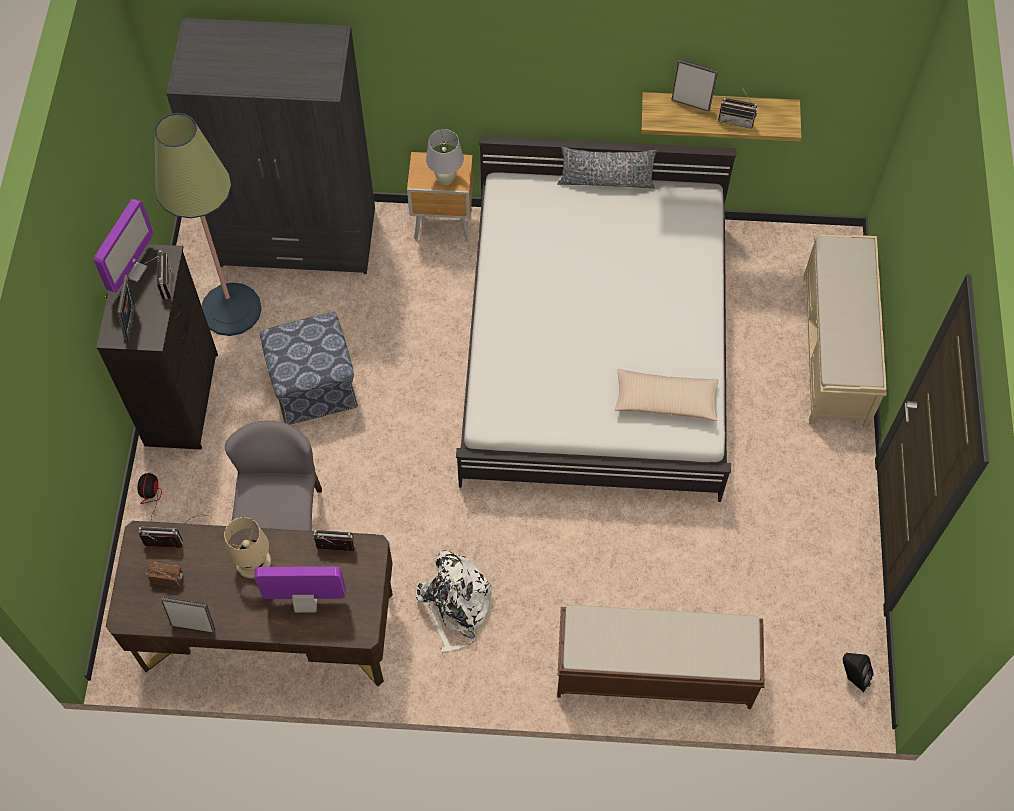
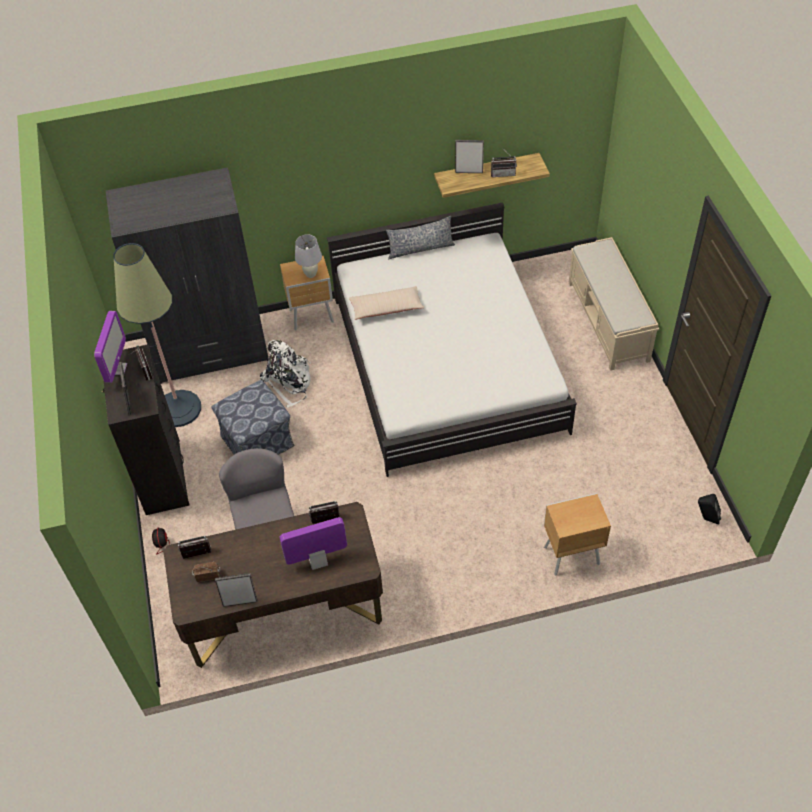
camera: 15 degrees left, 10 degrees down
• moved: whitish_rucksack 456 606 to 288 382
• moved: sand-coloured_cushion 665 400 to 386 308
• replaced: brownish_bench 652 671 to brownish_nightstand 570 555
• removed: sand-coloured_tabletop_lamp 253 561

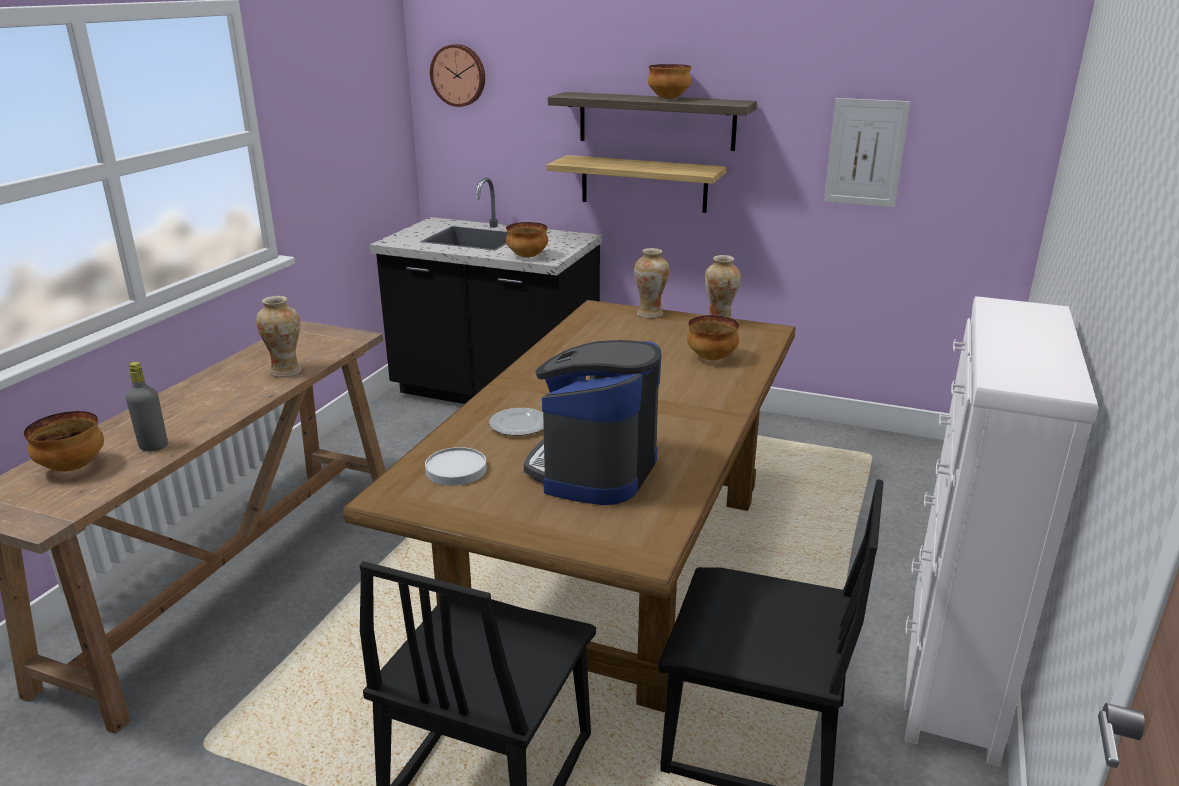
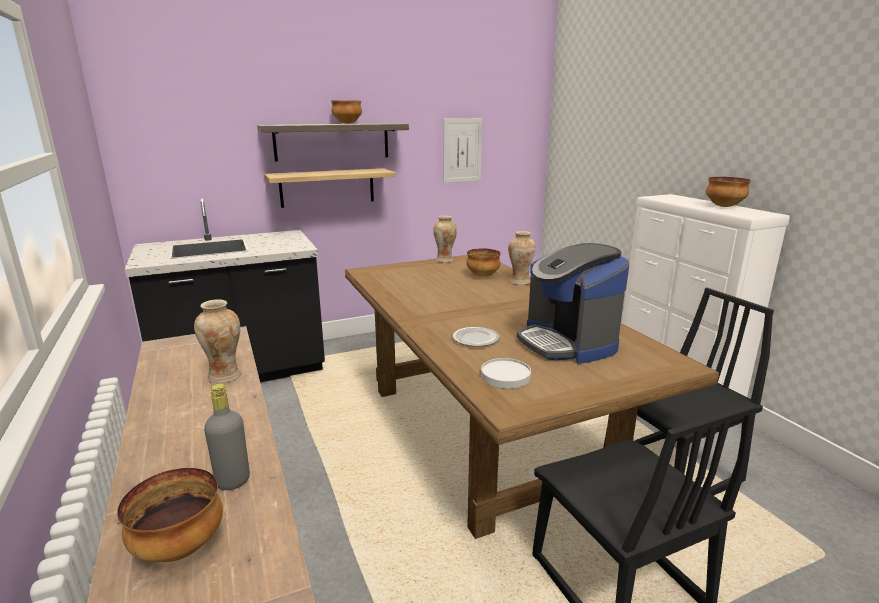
camera: 45 degrees left, 5 degrees down
• moved: vase 650 314 to 520 282
• moved: serving_bowl 528 256 to 723 206
• removed: wall_clock 459 75

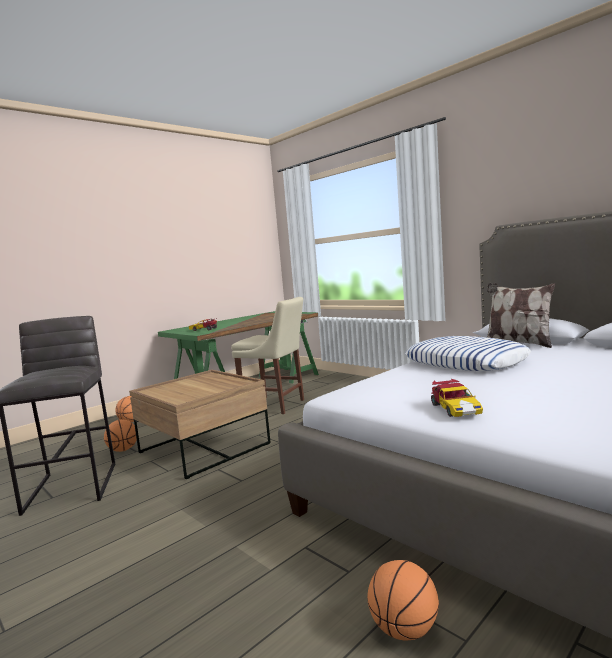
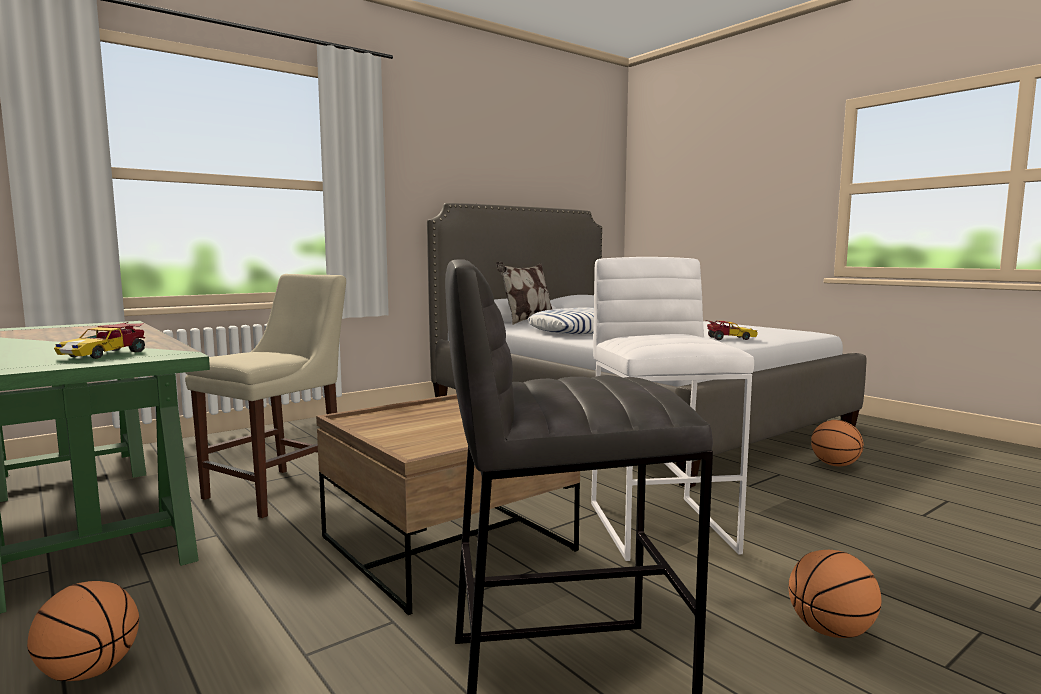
camera: 85 degrees left, 0 degrees up
• added: whitish_stool 661 525
• moved: basketball_ball 123 450 to 830 631

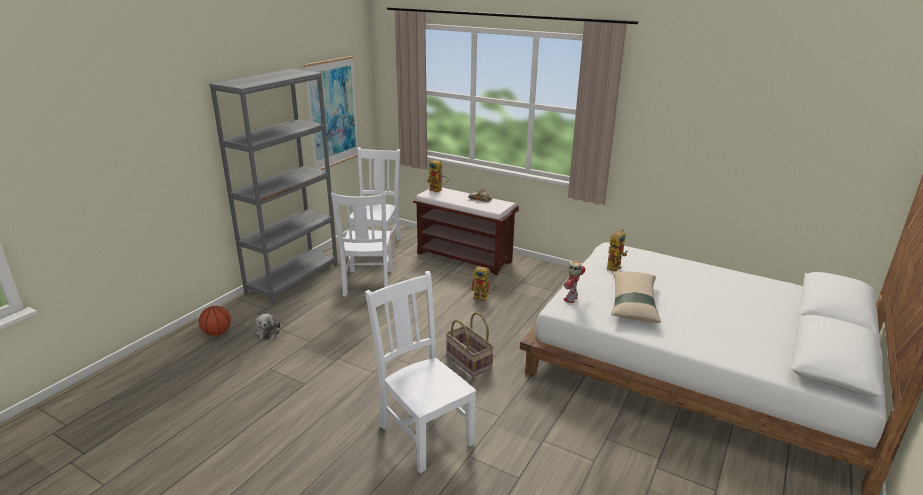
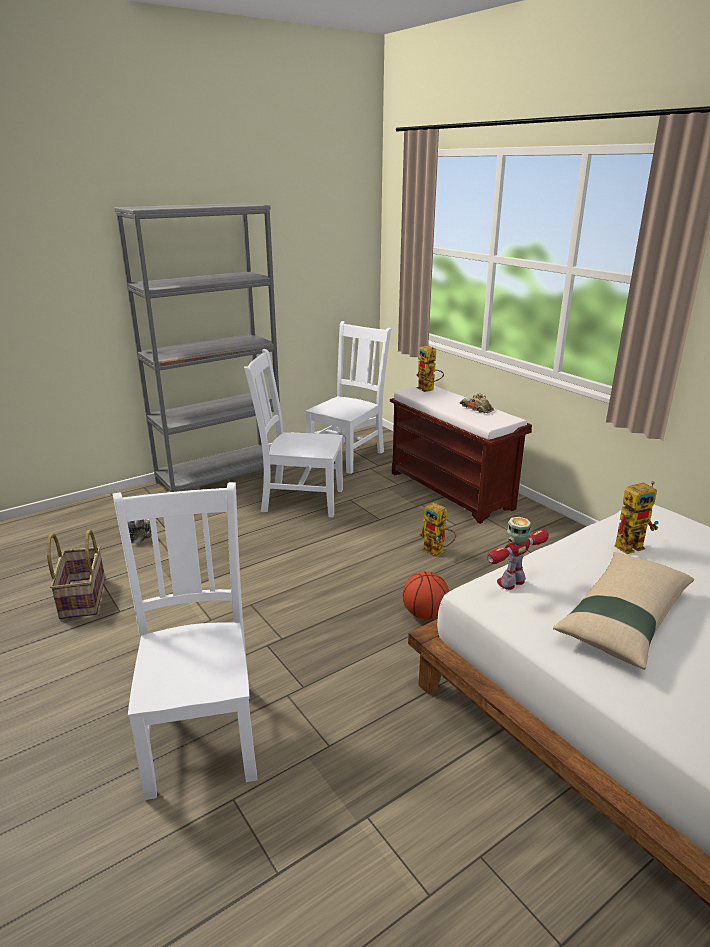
camera: 25 degrees right, 0 degrees up
• moved: household_basket 468 362 to 82 598
• turned: whitish_upright_chair 368 284 = 299 500 75 degrees clockwise
• moved: basketball_ball 217 333 to 424 614
• removed: wall_picture 332 113

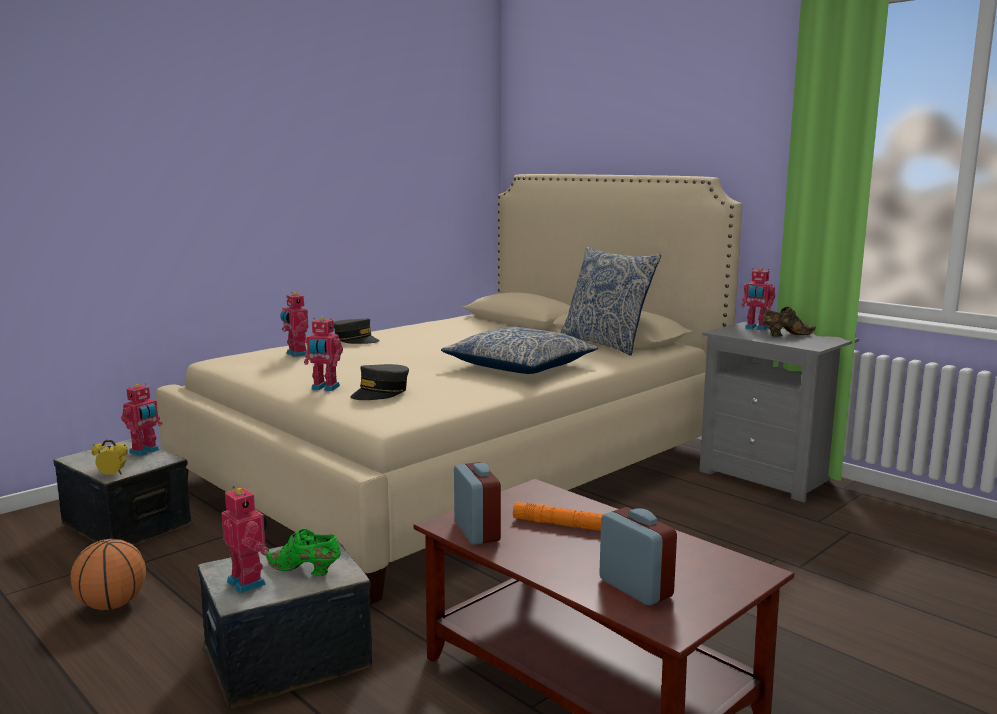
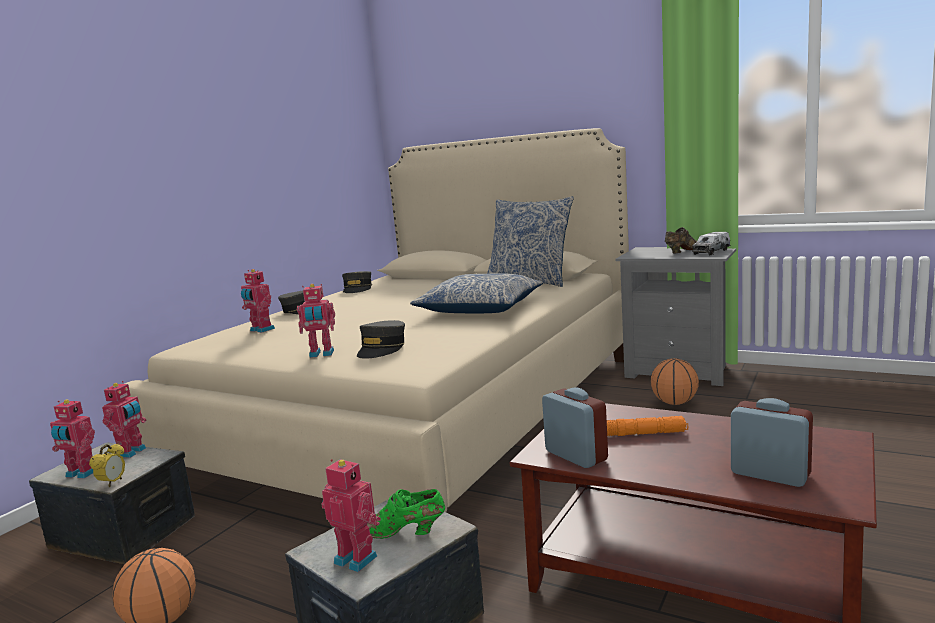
camera: 15 degrees left, 0 degrees up
• moved: toy_robot 755 328 to 81 474
• turned: bedside_clock 112 475 = 113 483 120 degrees clockwise
• added: greyish_baseball_cap 357 289
• added: basketball_ball 674 403
• added: toy_truck 711 251

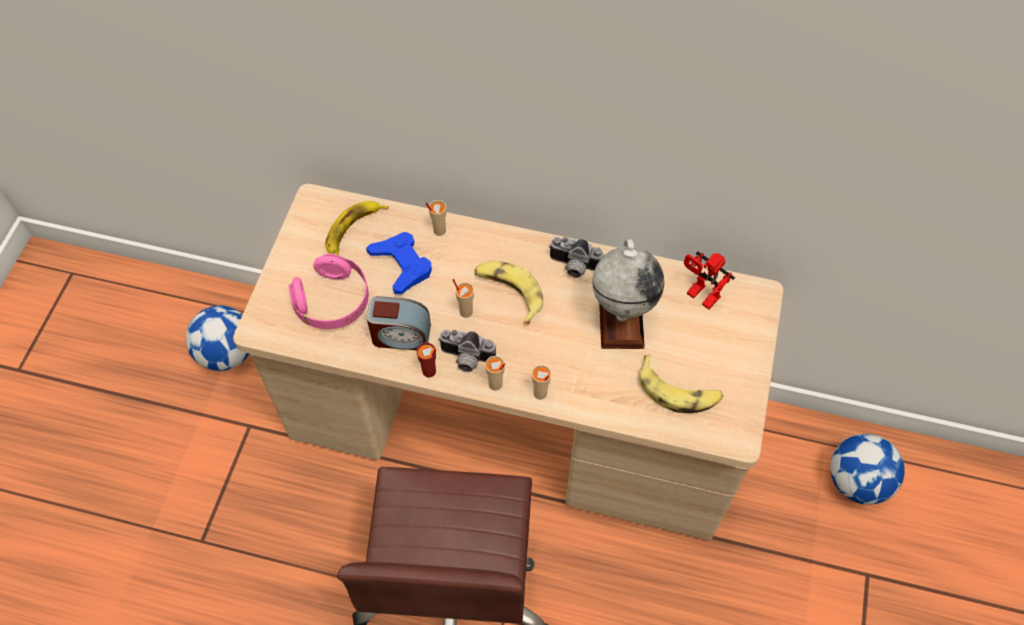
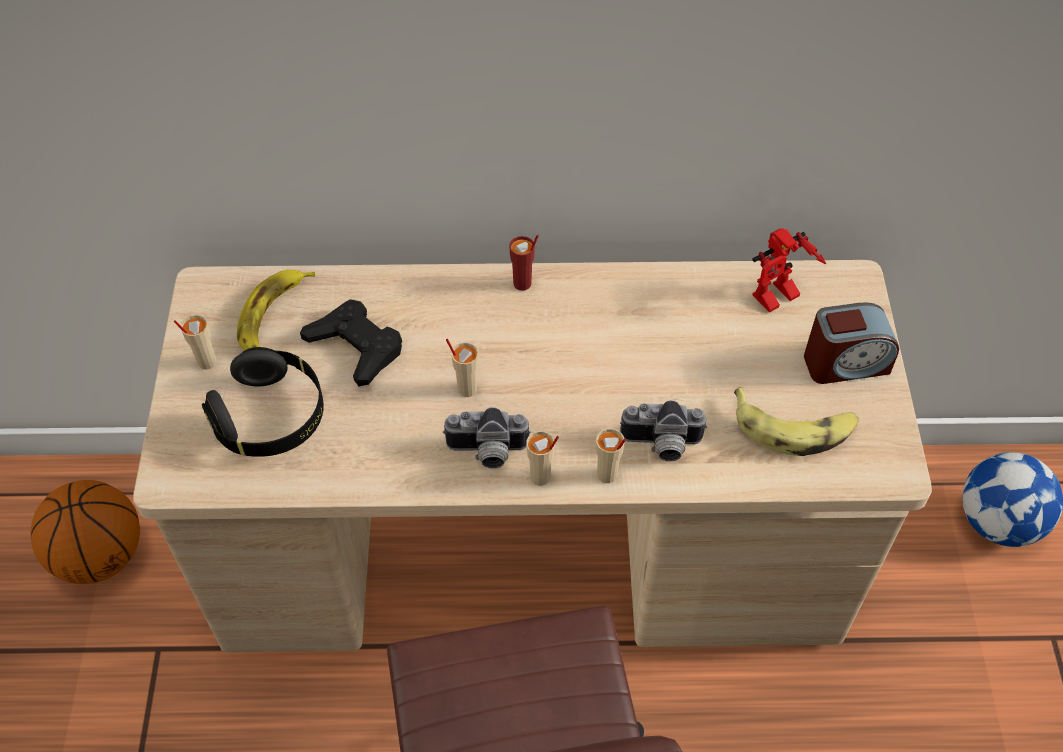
camera: 15 degrees left, 5 degrees down
• replaced: football_ball 227 353 to basketball_ball 101 555
• moved: sand-coloured_drinking_cup 439 230 to 206 362
• recoloured: pink-coloured_headset 333 302 to black-coloured_headset 271 418
• recoloured: blue_game_controller 402 265 to black-coloured_game_controller 356 346
• moved: reddish_drinking_cup 429 372 to 522 284
• moved: photo_camera 573 267 to 661 445
• turned: toy_robot 699 296 = 777 300 60 degrees counterclockwise
• moved: bedside_clock 401 336 to 845 363
• removed: banana_fruit 509 292
• removed: globe 621 321

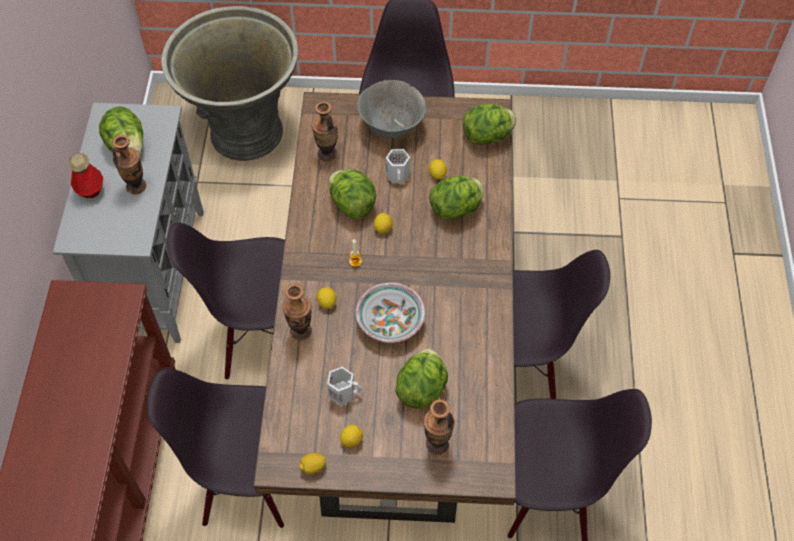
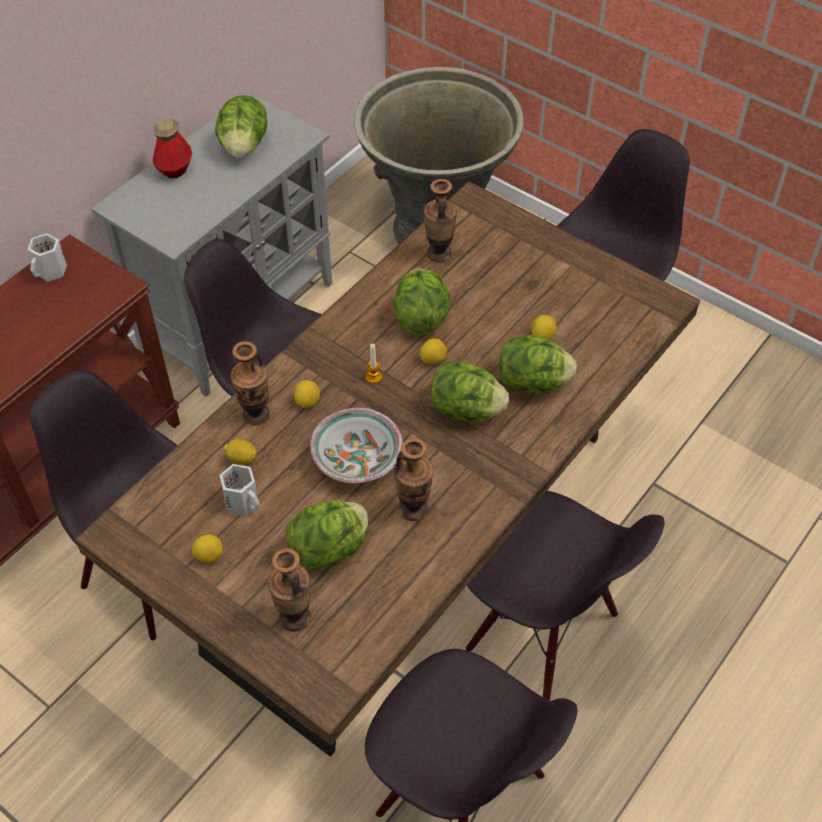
camera: 35 degrees right, 5 degrees down
• moved: whitish_mug 398 175 to 51 271
• moved: citrus_fruit 313 467 to 242 459
• moved: vase 136 186 to 413 509
• moved: lettuce_head 488 136 to 466 410
• removed: greyish_serving_bowl 391 127

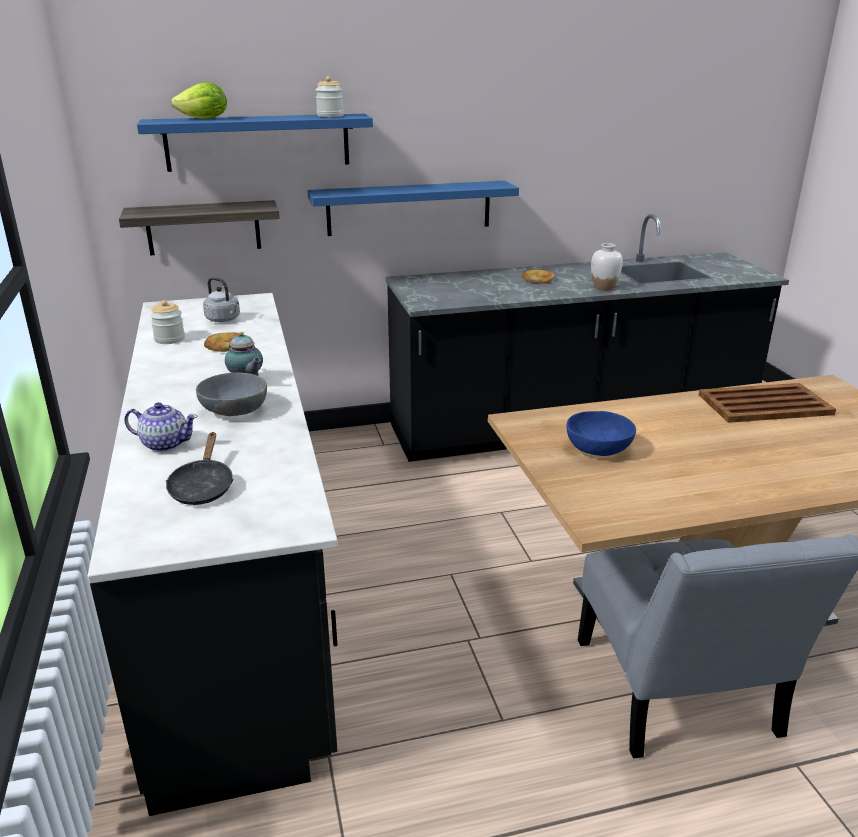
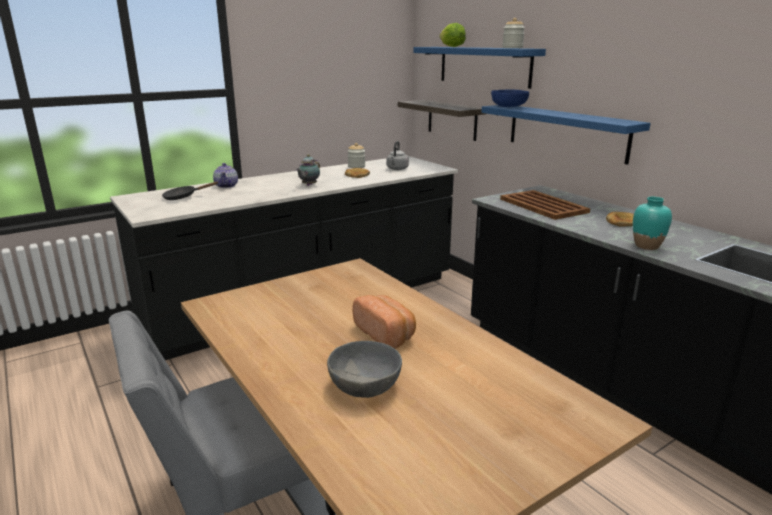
camera: 70 degrees right, 5 degrees down
• moved: greyish_serving_bowl 235 410 to 365 385
• added: bread 386 334
• moved: blue_serving_bowl 599 449 to 508 106
• moved: brownish_serving_tray 763 404 to 542 205
• recoloured: whitish_vase 604 288 to turquoise_vase 646 246

